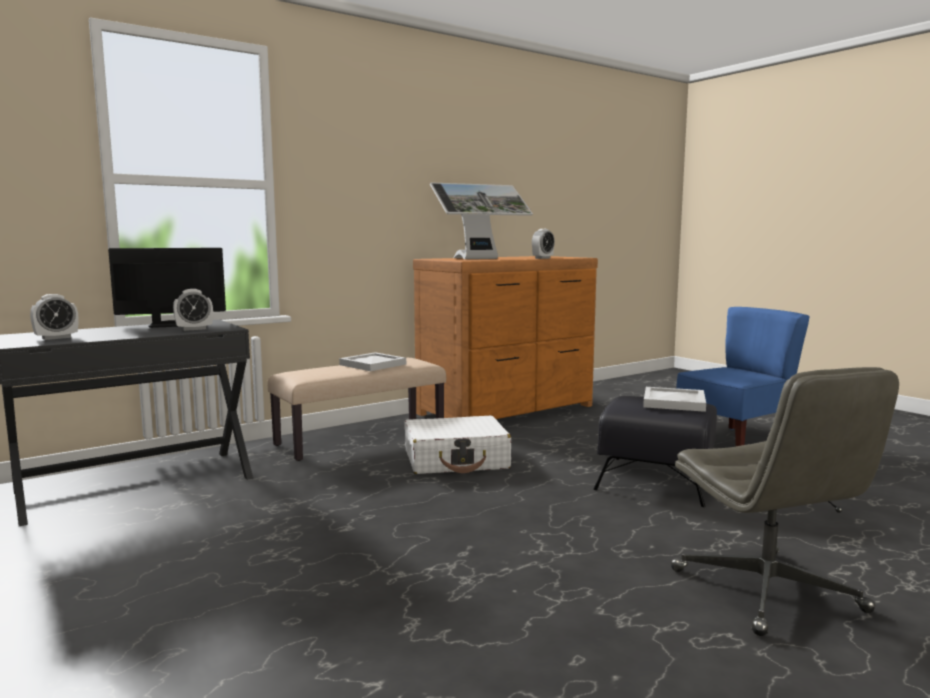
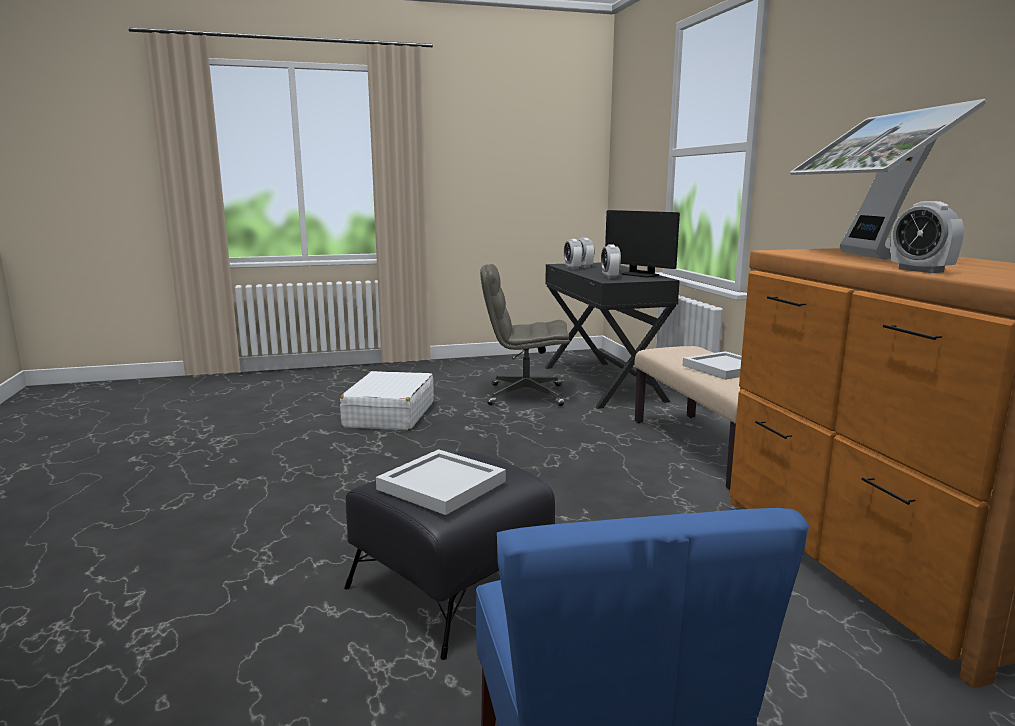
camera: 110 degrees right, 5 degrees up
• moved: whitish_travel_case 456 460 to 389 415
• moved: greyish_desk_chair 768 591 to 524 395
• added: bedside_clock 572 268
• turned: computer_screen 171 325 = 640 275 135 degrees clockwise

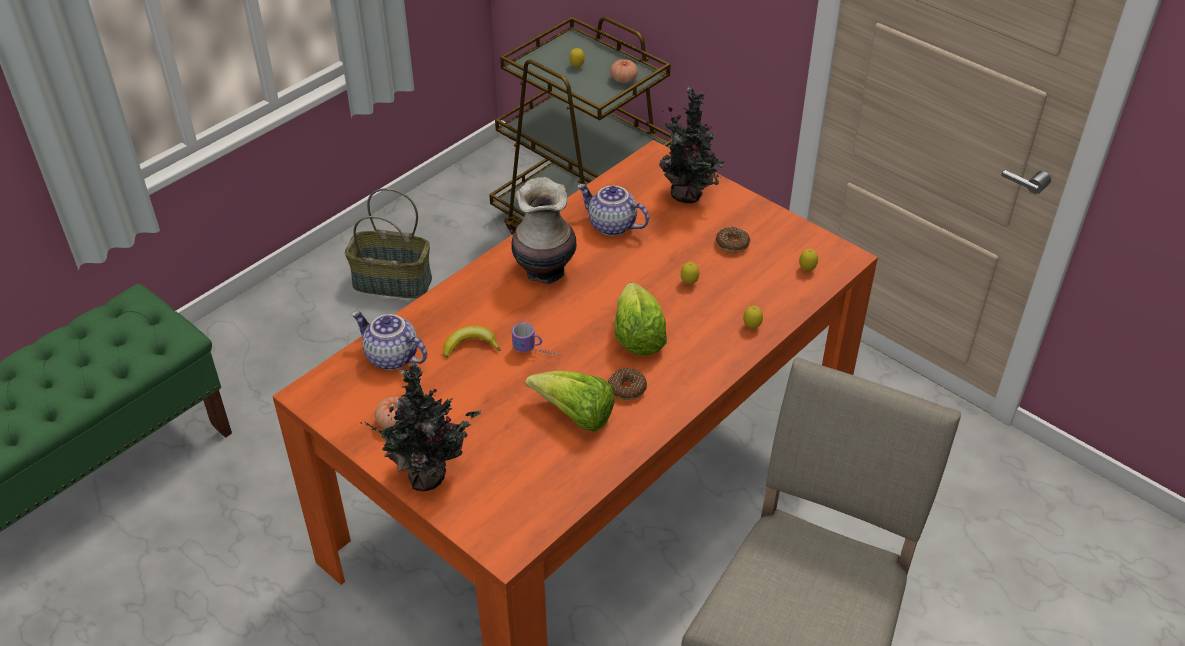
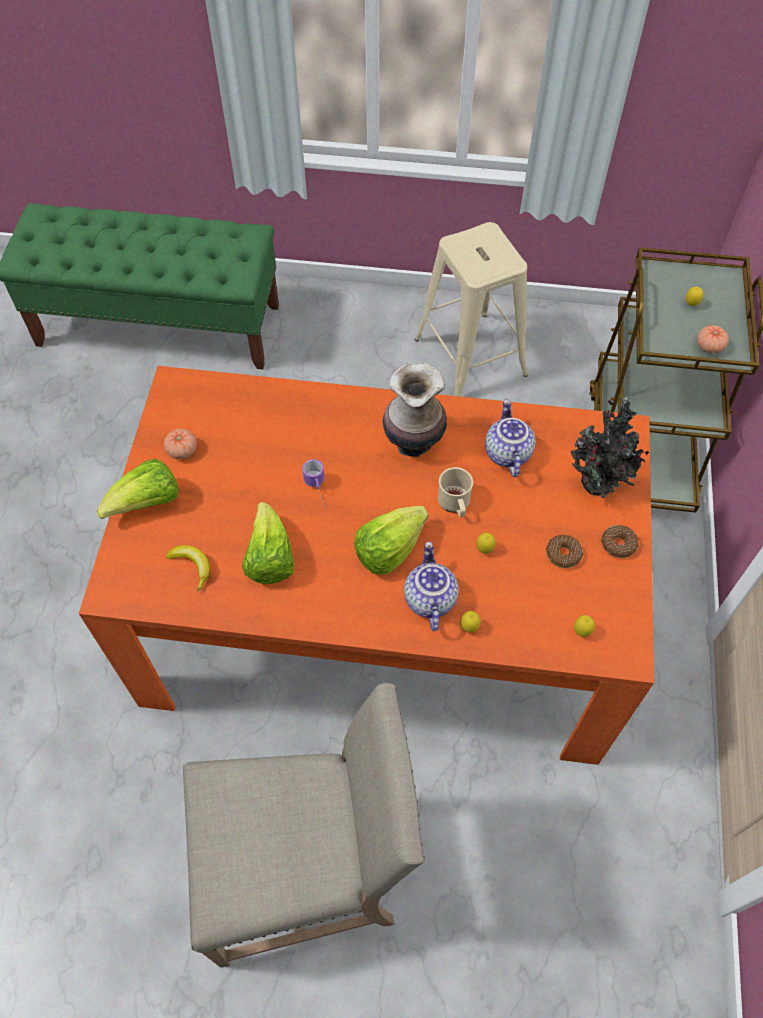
camera: 55 degrees right, 15 degrees up
• replaced: houseplant 430 475 to lettuce_head 147 503
• moved: banana_fruit 470 346 to 192 566
• moved: pot_for_tea 391 357 to 428 599
• replaced: household_basket 391 283 to sand-coloured_stool 470 358
• added: sand-coloured_mug 455 504
• moved: donut 627 388 to 618 544

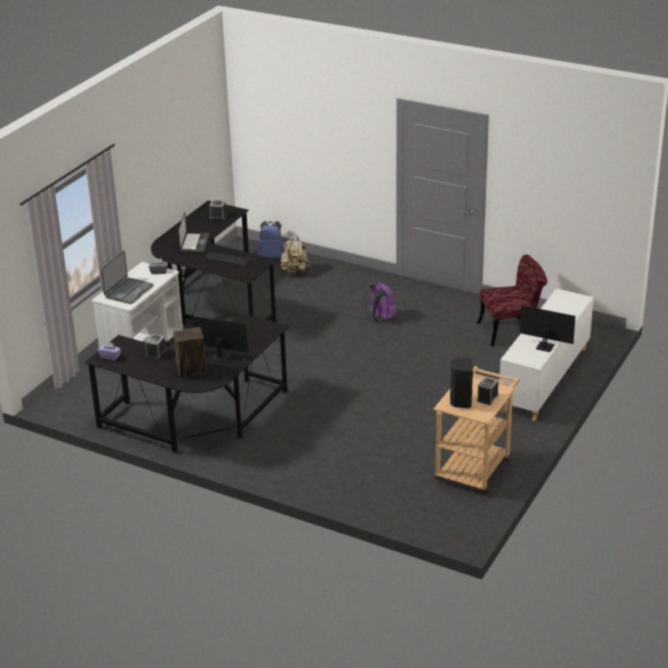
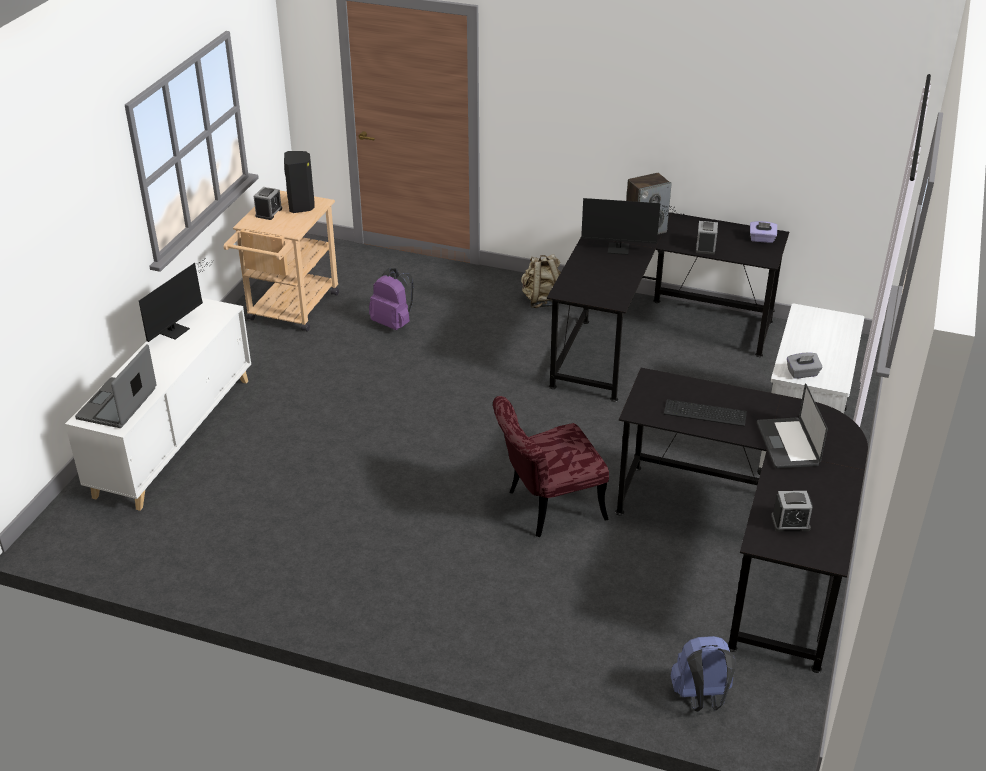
camera: 170 degrees right, 5 degrees up
• moved: portable_computer 128 291 to 118 404
• turned: computer_screen 542 346 = 177 329 75 degrees counterclockwise
• moved: purple_rucksack 380 318 to 393 323
• moved: reddish_upright_chair 511 331 to 546 507
• moved: sand-coloured_rucksack 295 272 to 543 301

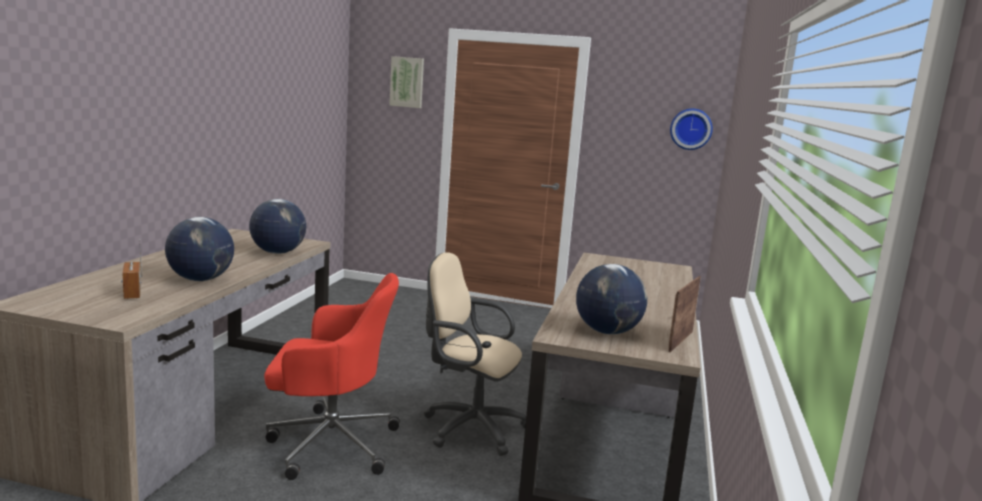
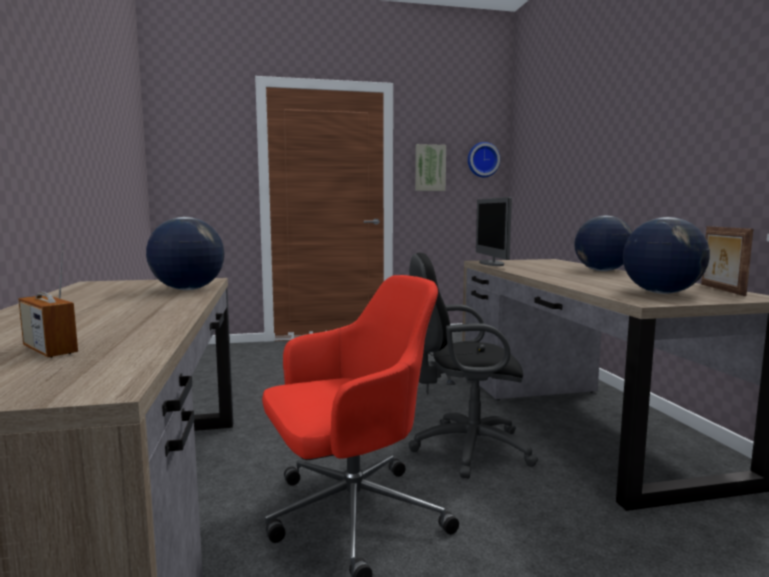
camera: 25 degrees left, 5 degrees down
• recoloured: sand-coloured_desk_chair 468 428 to black-coloured_desk_chair 464 449
• moved: wall_picture 407 82 to 430 168
• added: computer_screen 491 263
• moved: globe 201 279 to 602 271

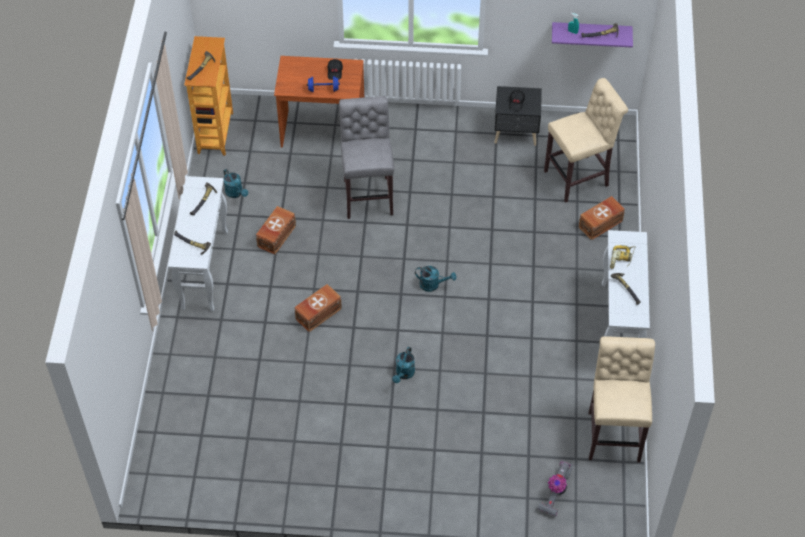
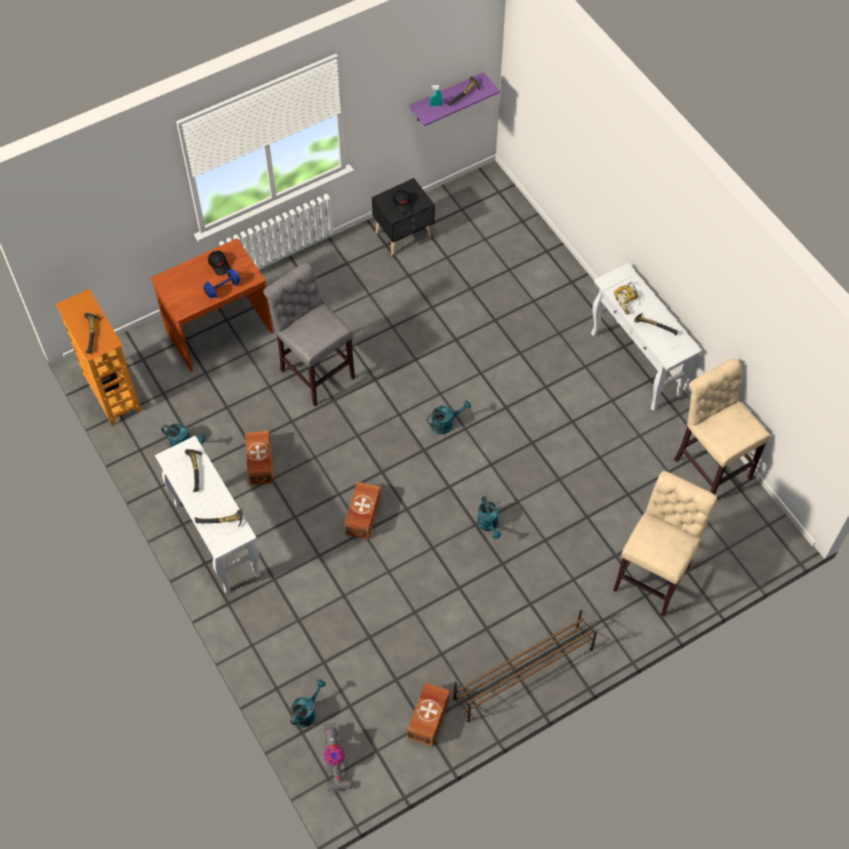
camera: 35 degrees left, 5 degrees up
• added: turquoise_sprinkling_can 307 712
• moved: vacuum 555 493 to 334 761
• moved: brownish_storage_container 601 224 to 429 718
• added: brownish_shoe_rack 522 674
• moved: sand-coloured_stool 579 178 to 654 575

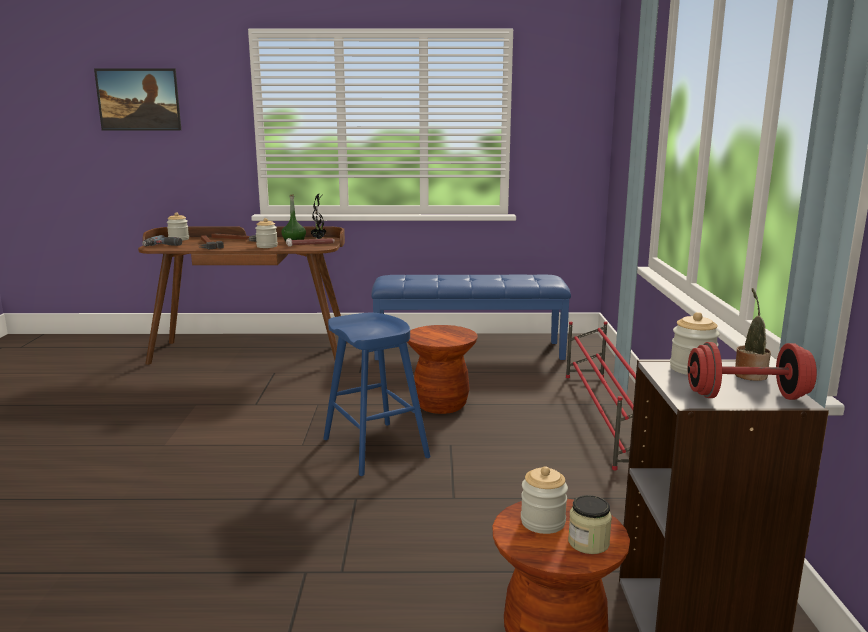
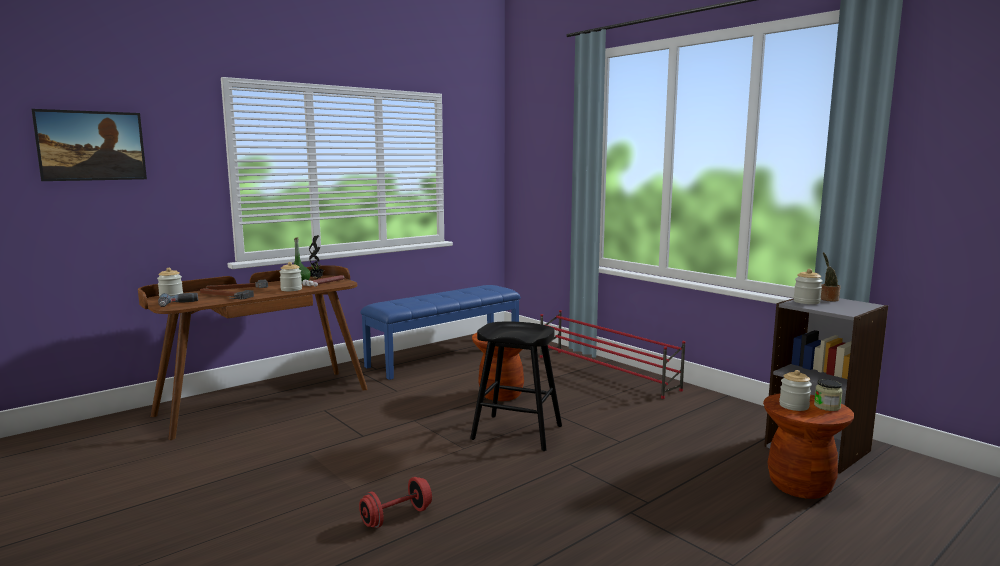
camera: 40 degrees left, 5 degrees down
• moved: reddish_free_weight 746 396 to 396 517
• recoloured: blue_stool 375 448 to black-coloured_stool 516 432

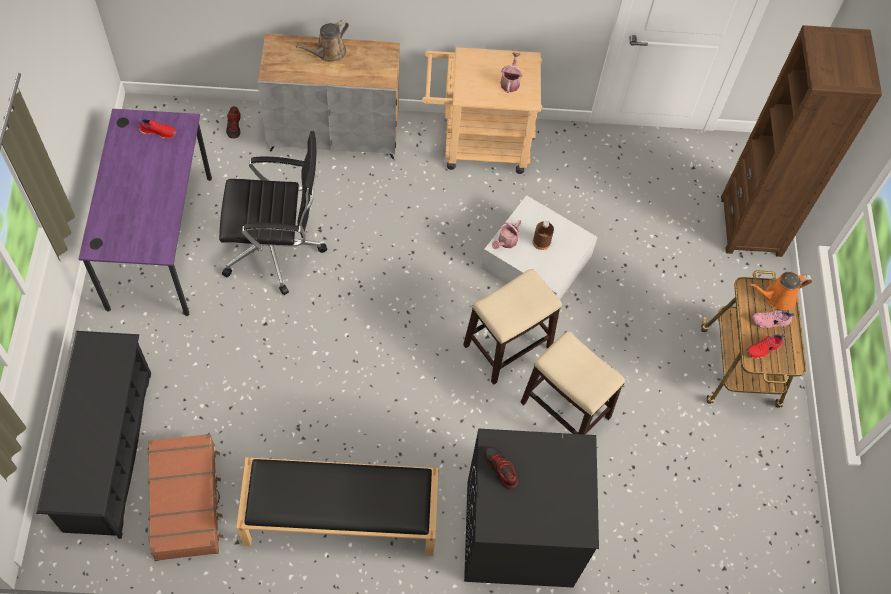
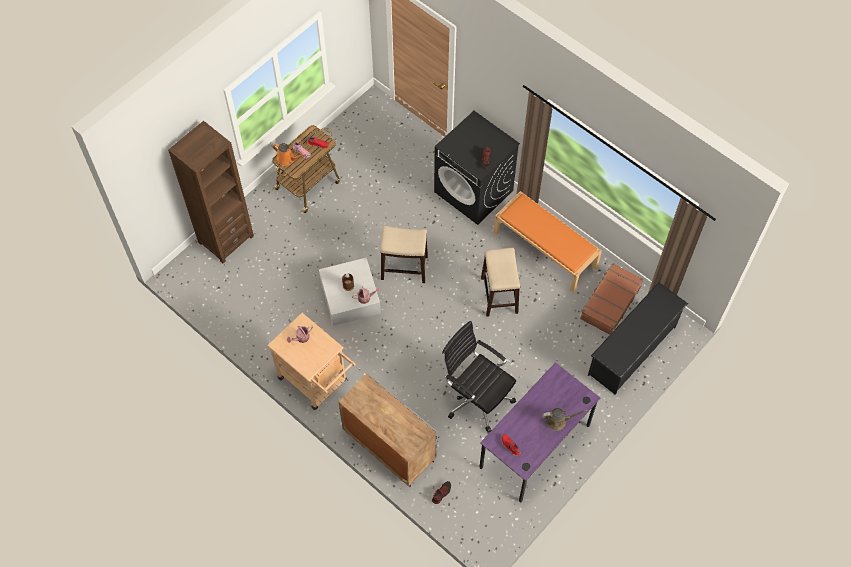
camera: 135 degrees left, 0 degrees up
• moved: stool 564 409 to 499 296
• recoloured: black-coloured_bench 339 517 to orange_bench 545 249
• moved: brownish_sprinkling_can 328 52 to 558 421

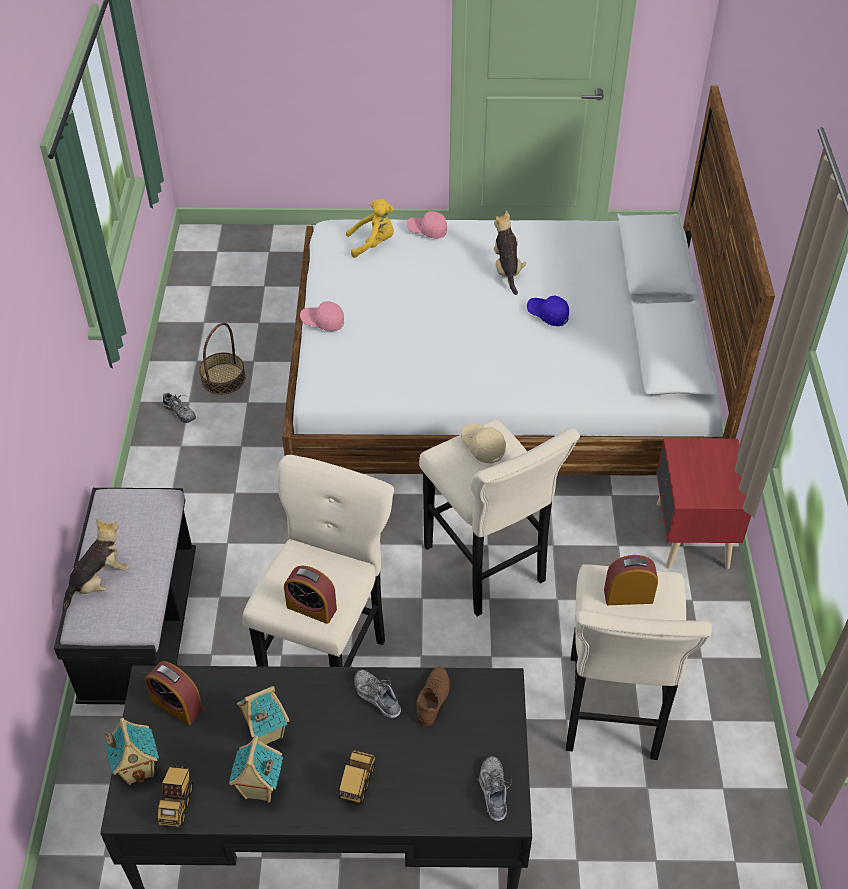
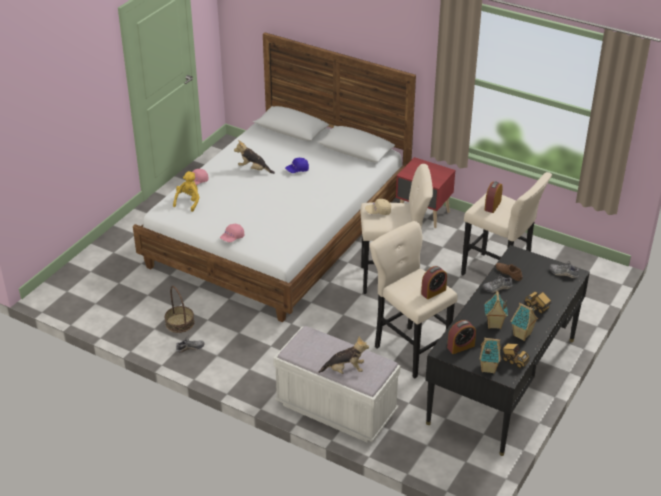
camera: 60 degrees left, 10 degrees down
• recoloured: black-coloured_bench 140 629 to whitish_bench 336 409
• turned: plush_toy 99 582 = 345 370 105 degrees clockwise

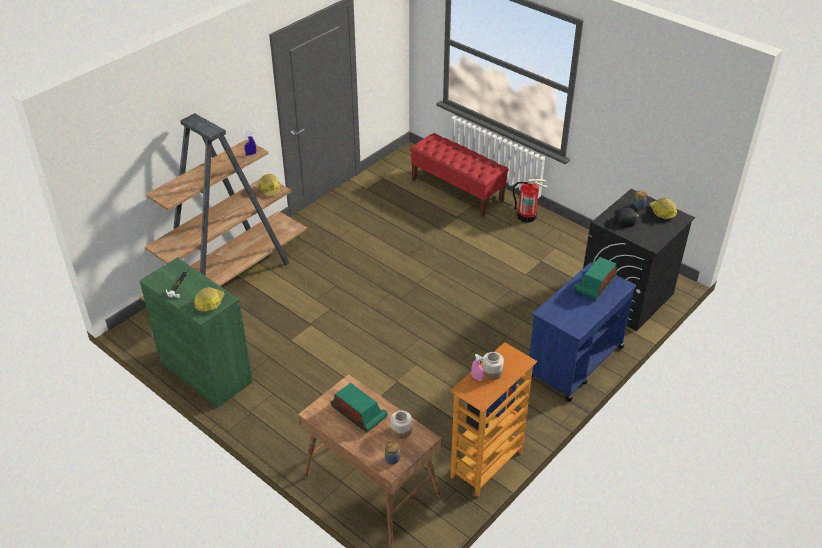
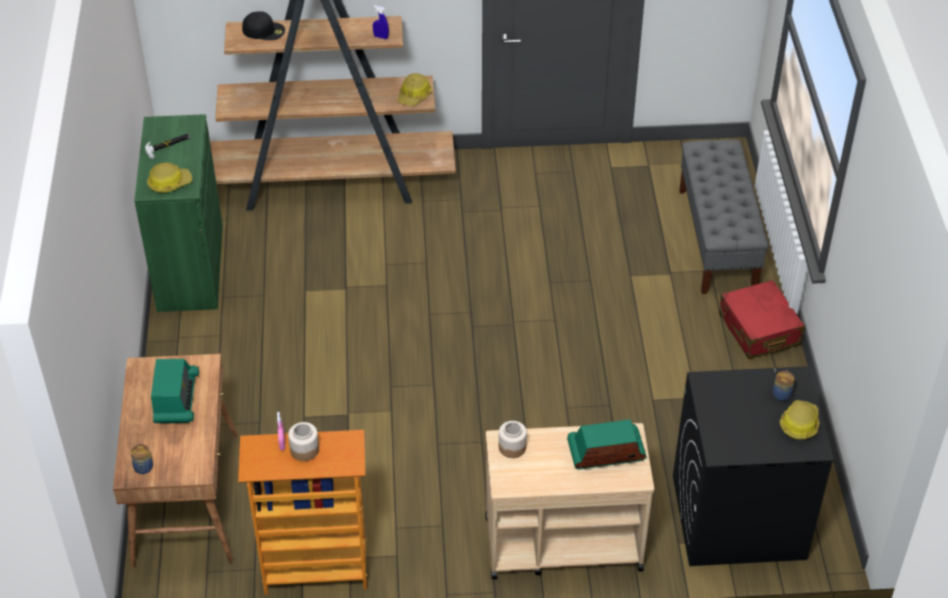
camera: 45 degrees right, 5 degrees up
• moved: black-coloured_baseball_cap 627 219 to 264 30
• recoloured: blue_trolley 574 362 to sand-coloured_trolley 562 542
• moved: storage_jar 401 430 to 512 447
• recoloured: reddish_bench 457 191 to greyish_bench 717 240
• replaced: fire_extinguisher 526 216 to reddish_travel_case 759 330

